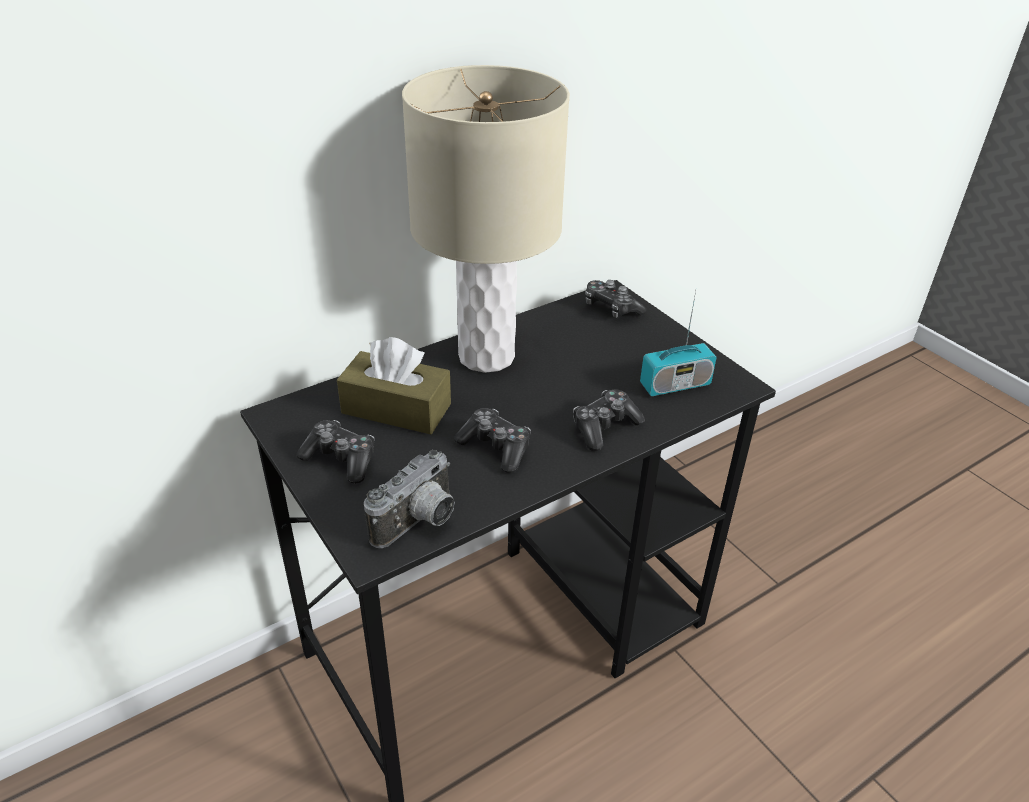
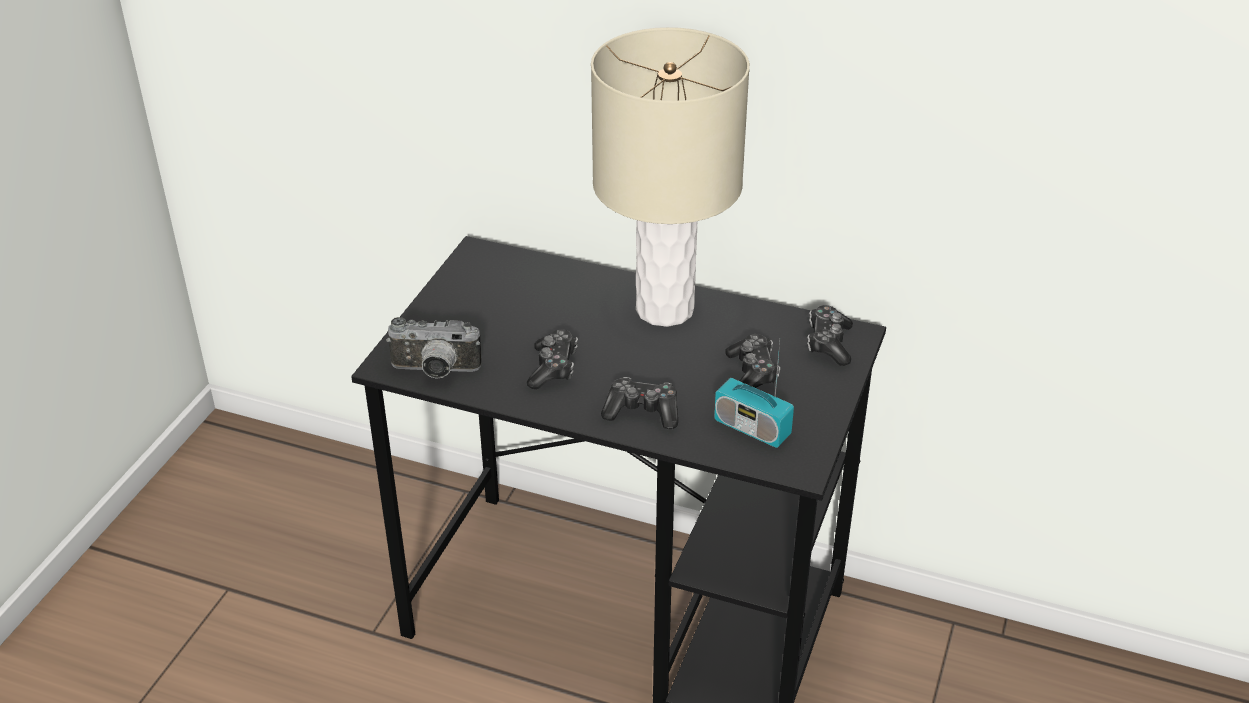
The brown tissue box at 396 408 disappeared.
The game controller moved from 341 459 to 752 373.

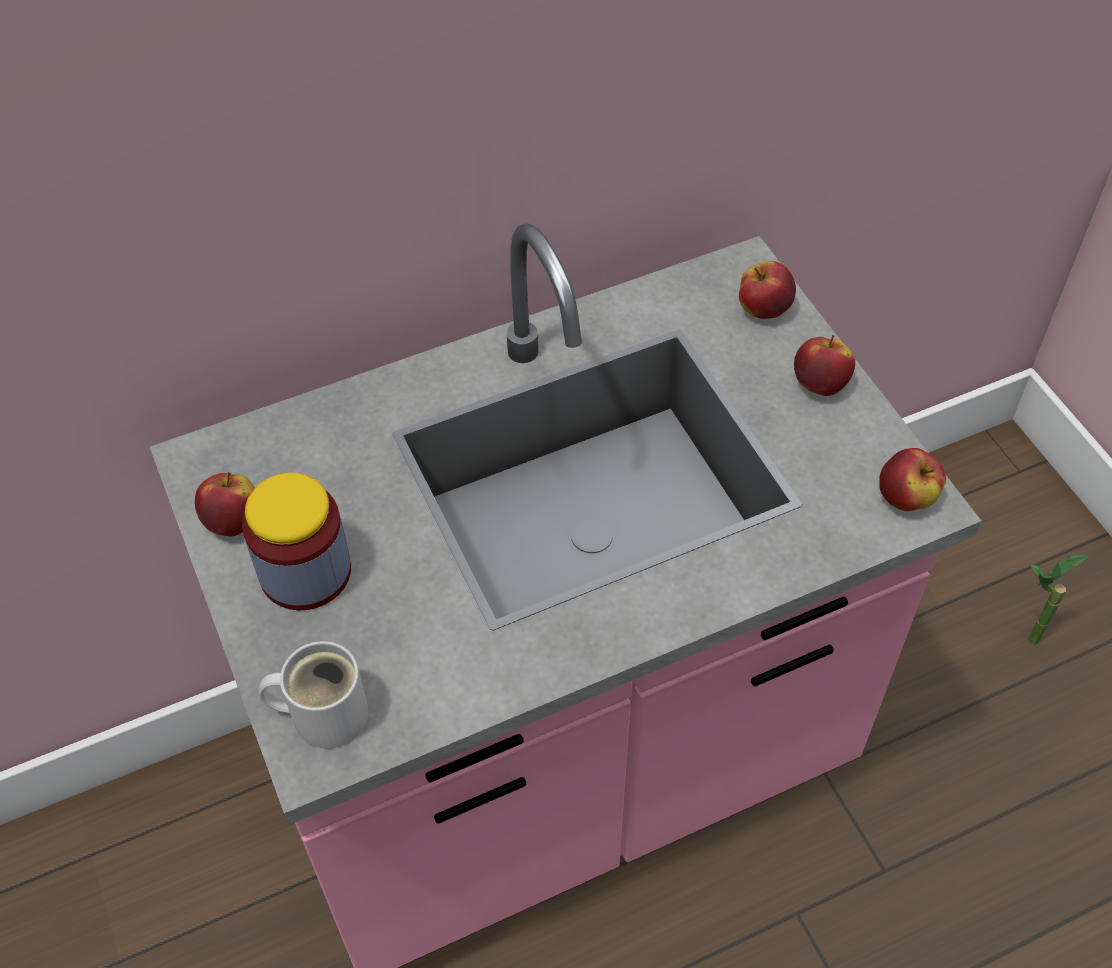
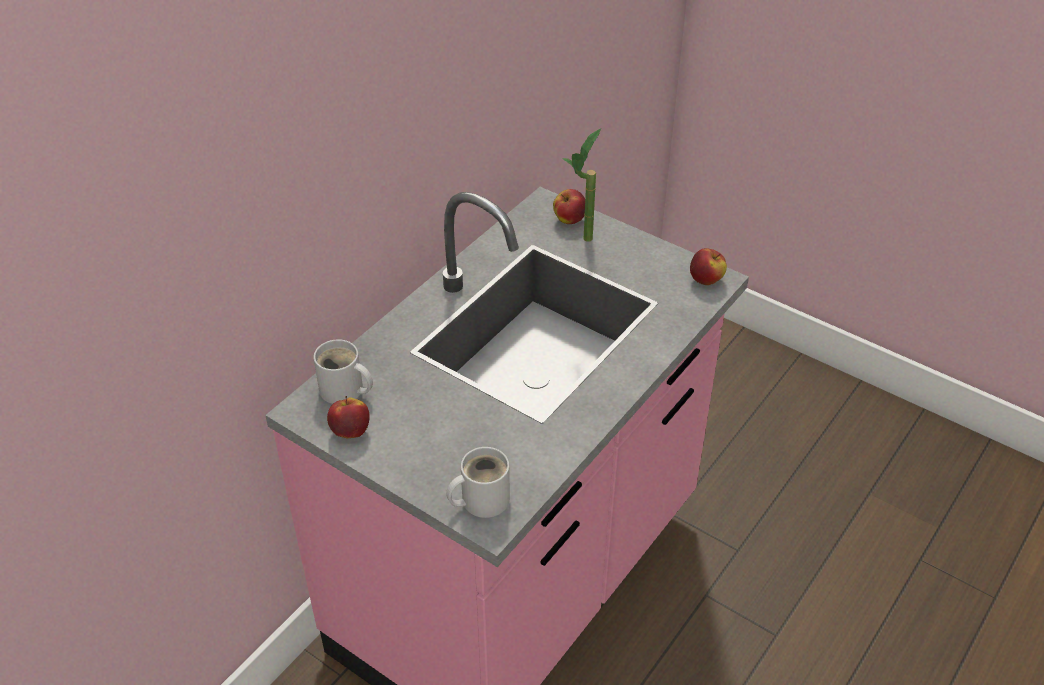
The apple at 820 384 disappeared.
The jar at 305 572 disappeared.
The potted plant moved from 1022 642 to 581 243.
The white mug at 344 391 appeared.

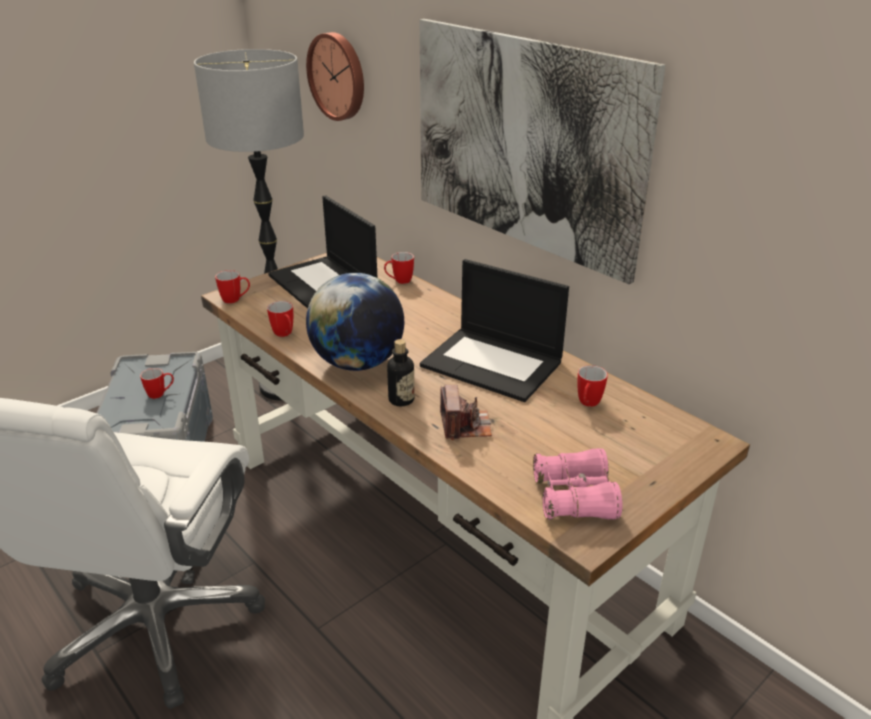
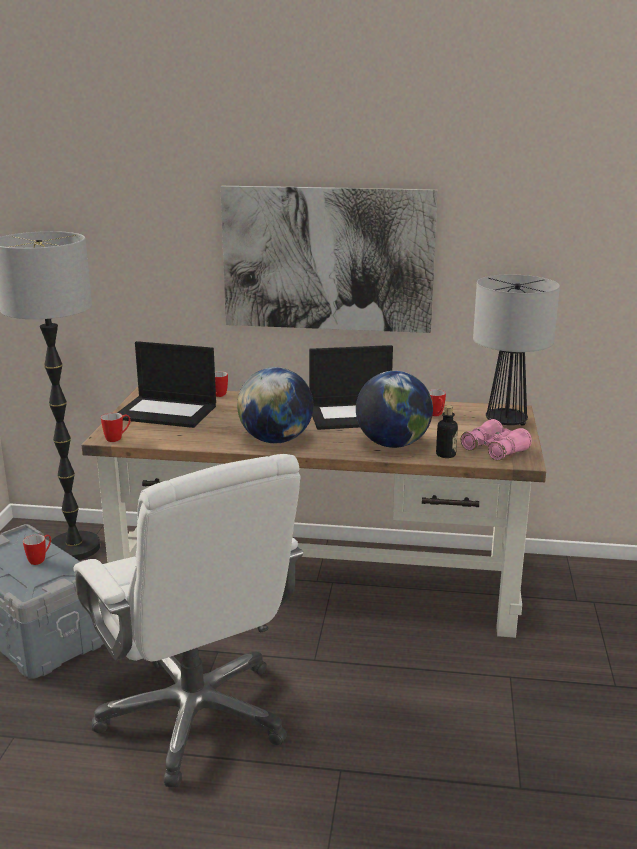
The wall clock at 338 76 disappeared.
The mug at 285 335 disappeared.
The bottle moved from 401 400 to 446 454.
The photo camera at 465 426 was replaced by the globe at 393 444.
The table lamp at 506 422 appeared.

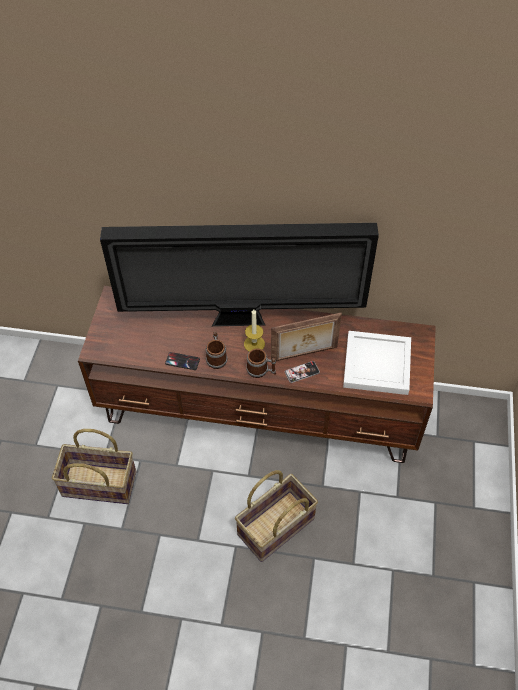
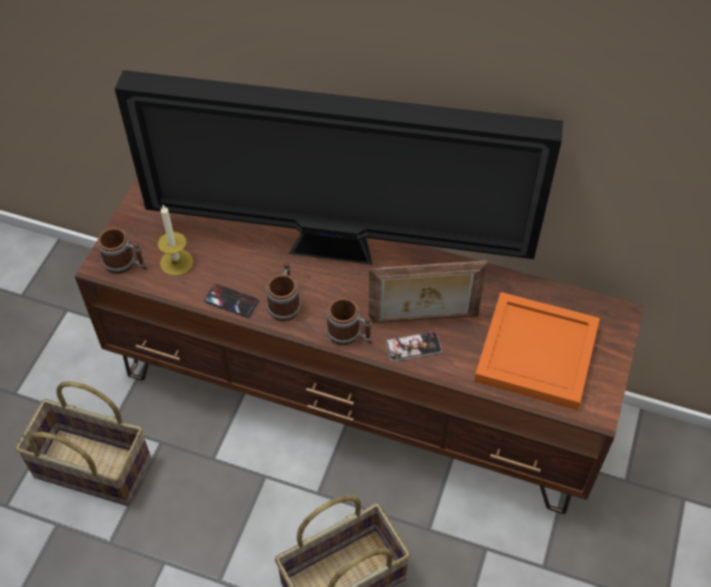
The candle moved from 254 344 to 176 262.
The white tray at 376 365 became the orange tray at 534 354.
The mug at 125 264 appeared.

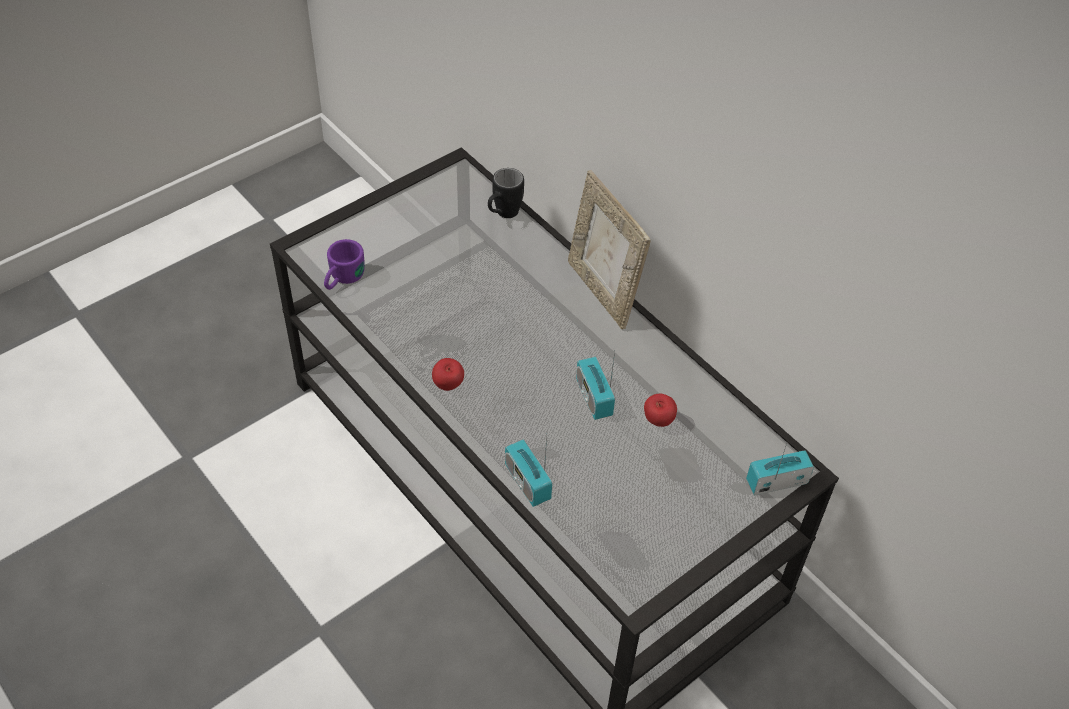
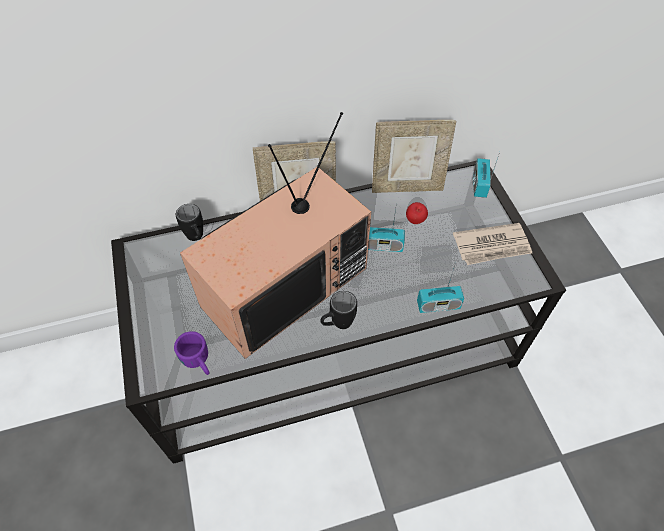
The apple at 448 386 was replaced by the black mug at 337 324.
The television at 284 284 appeared.
The picture frame at 407 187 appeared.
The newspaper at 492 246 appeared.

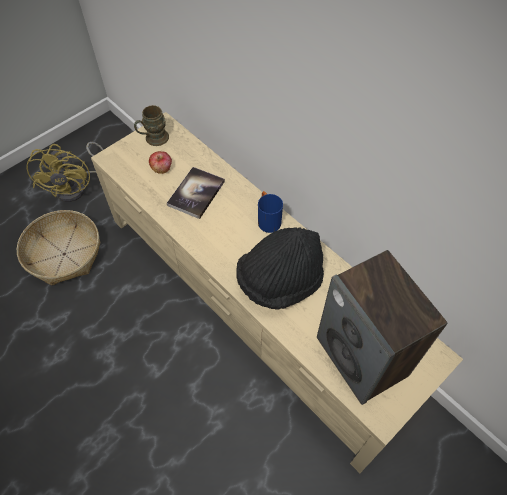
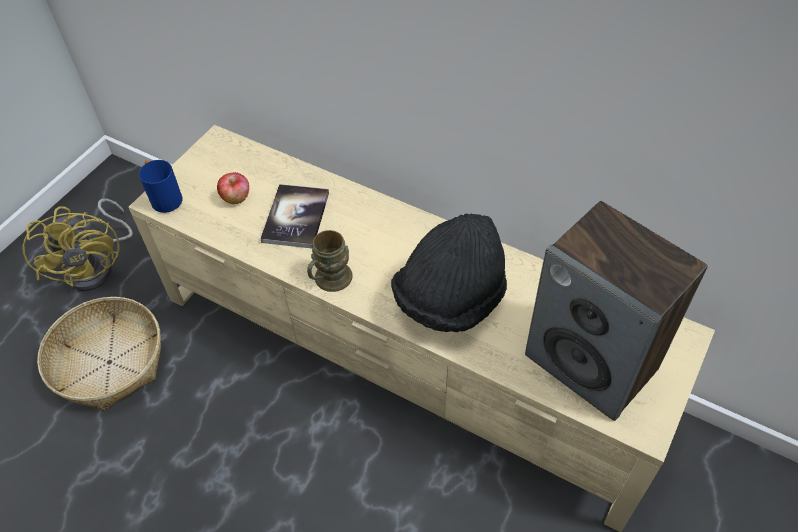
The brown mug moved from 153 139 to 329 282.
The blue mug moved from 267 219 to 164 198.

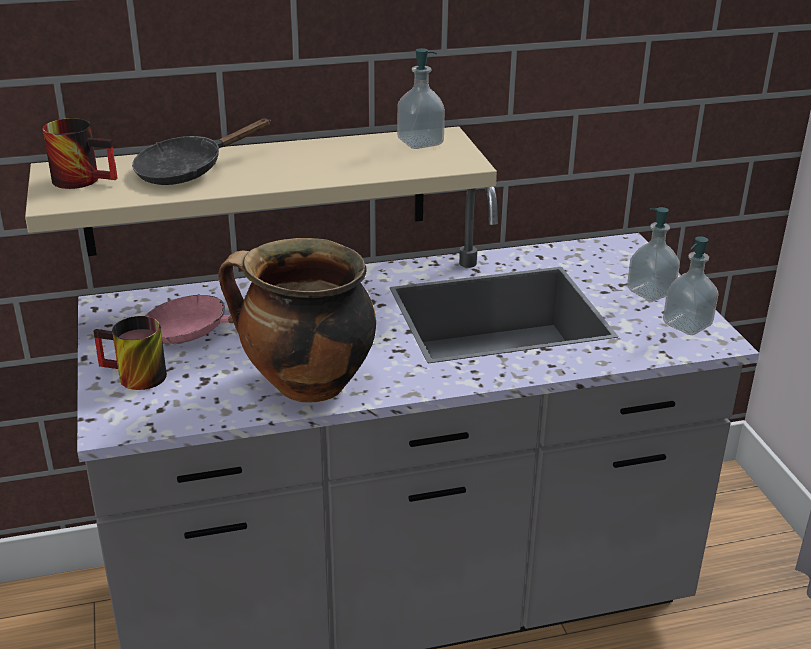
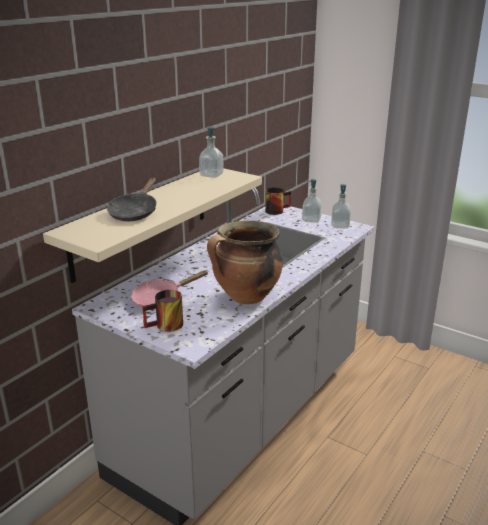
The mug moved from 85 178 to 276 210.

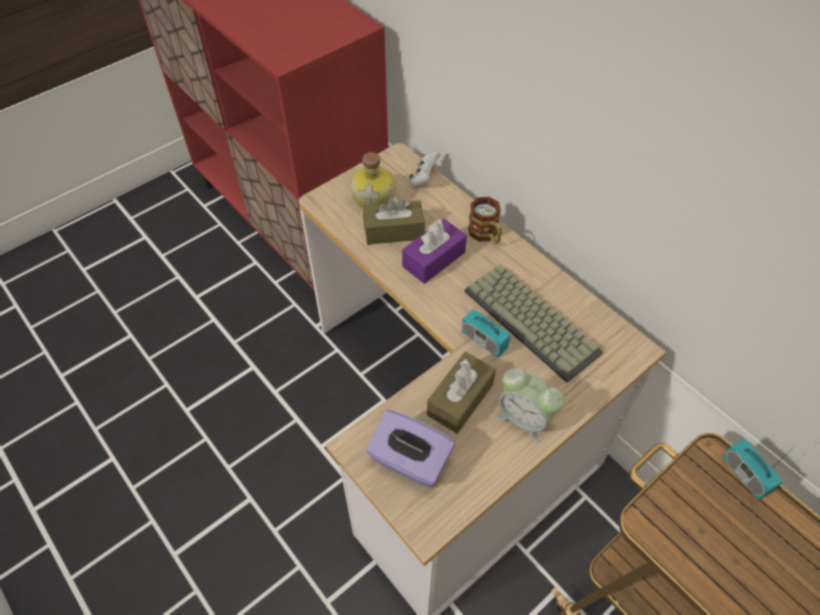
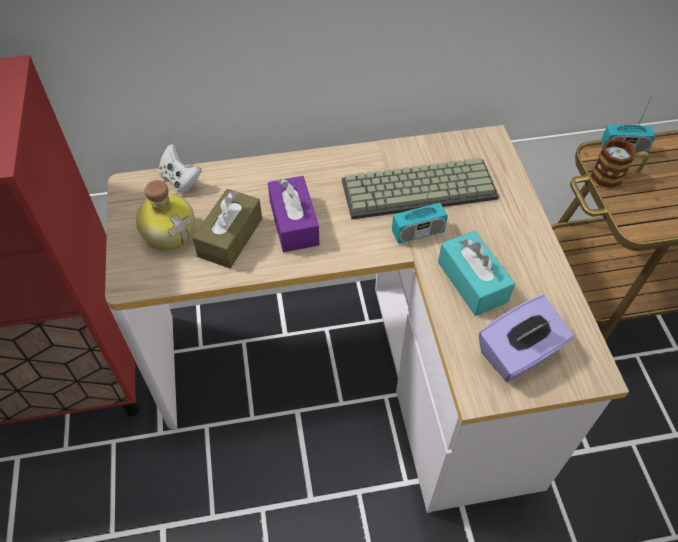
The mug moved from 486 235 to 614 176.
The brown tissue box at 460 399 became the turquoise tissue box at 472 282.
The alarm clock at 524 419 disappeared.

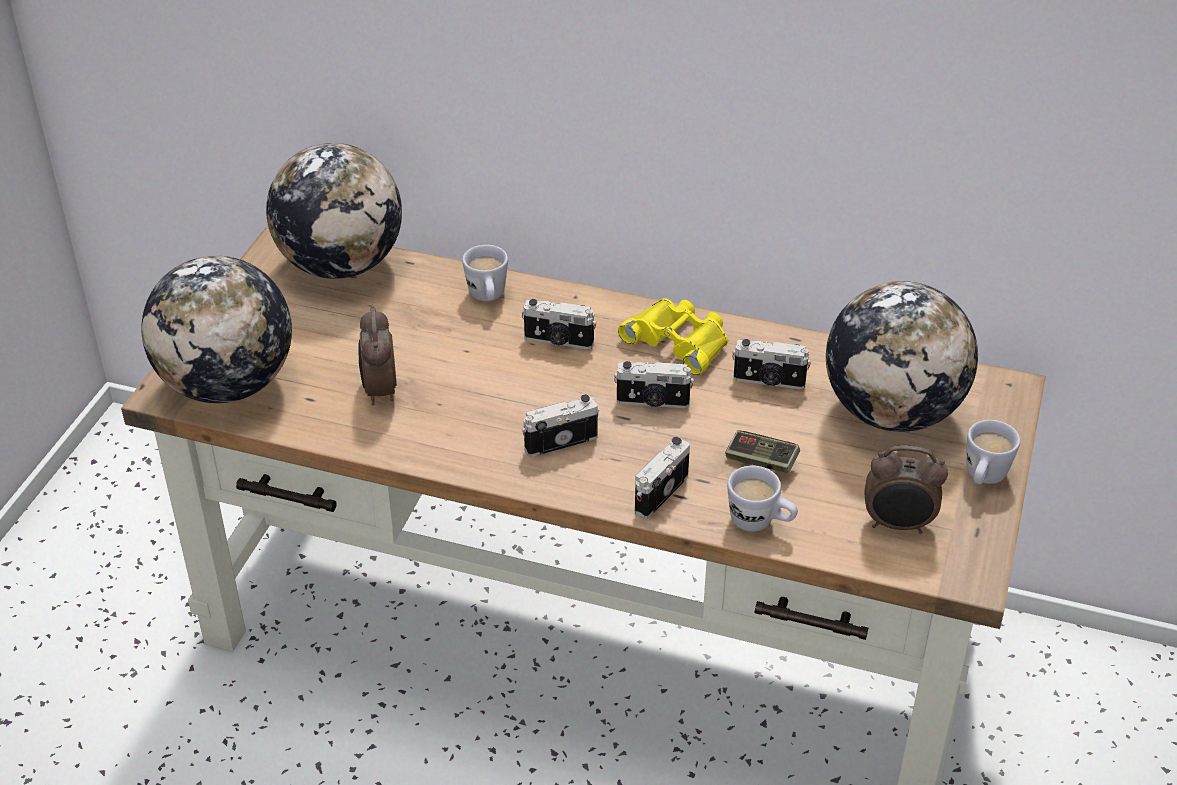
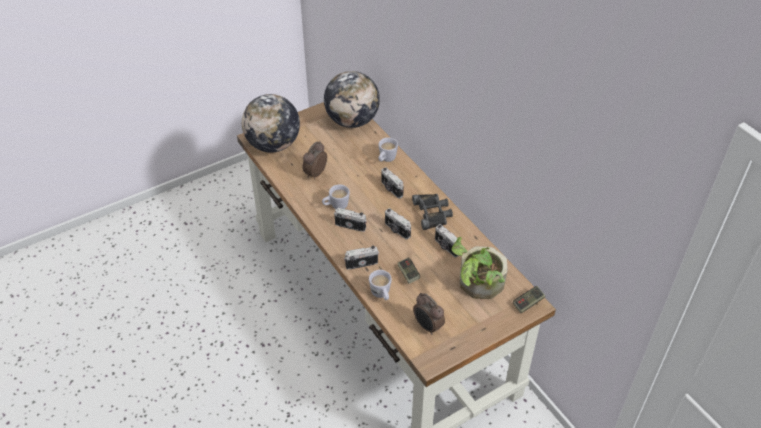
The globe at 892 412 was replaced by the potted plant at 477 286.
The yellow binoculars at 679 341 became the black binoculars at 432 213.
The white mug moved from 983 478 to 336 206.
The game controller at 528 303 appeared.

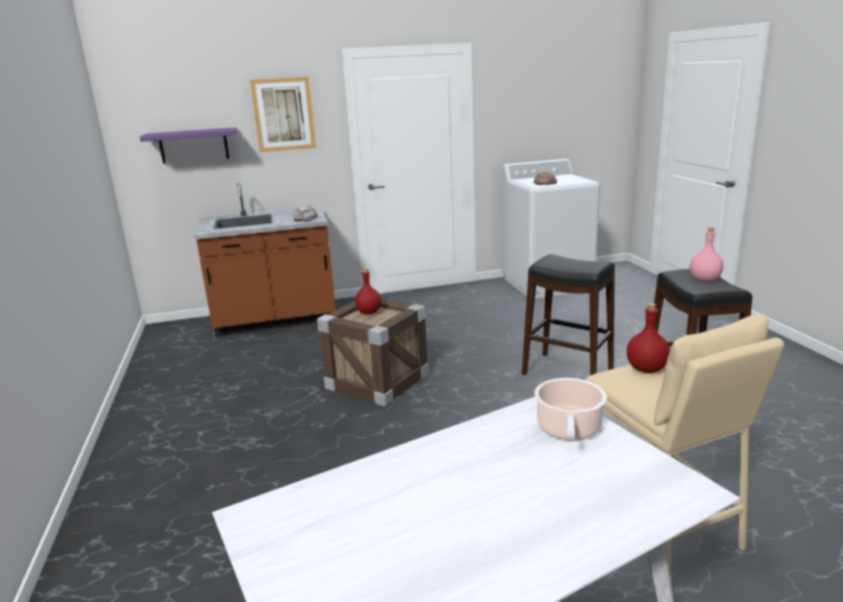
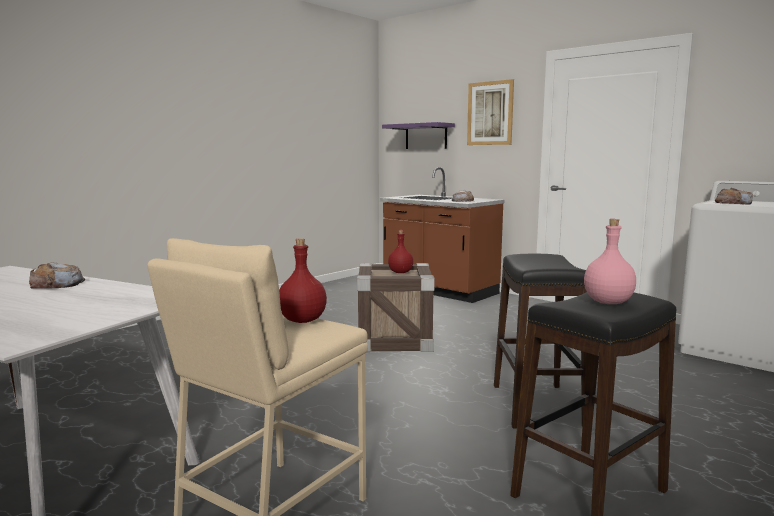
The cooking pot at 568 430 disappeared.
The bread at 57 284 appeared.

